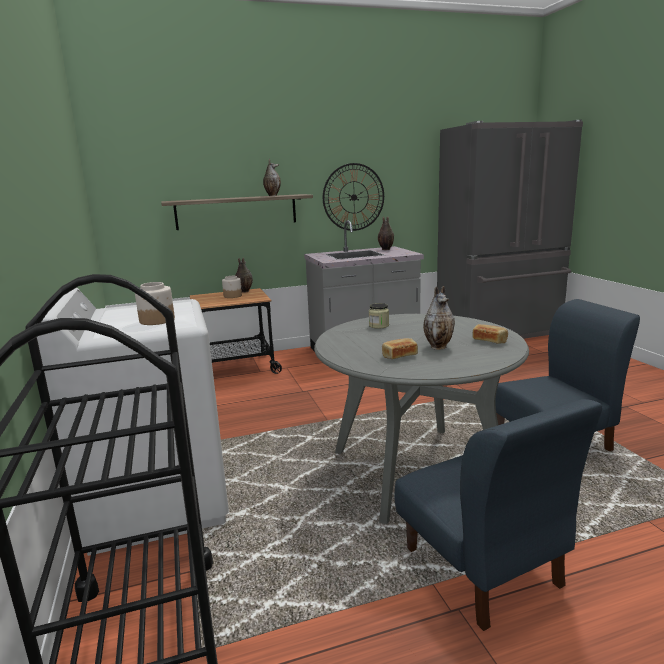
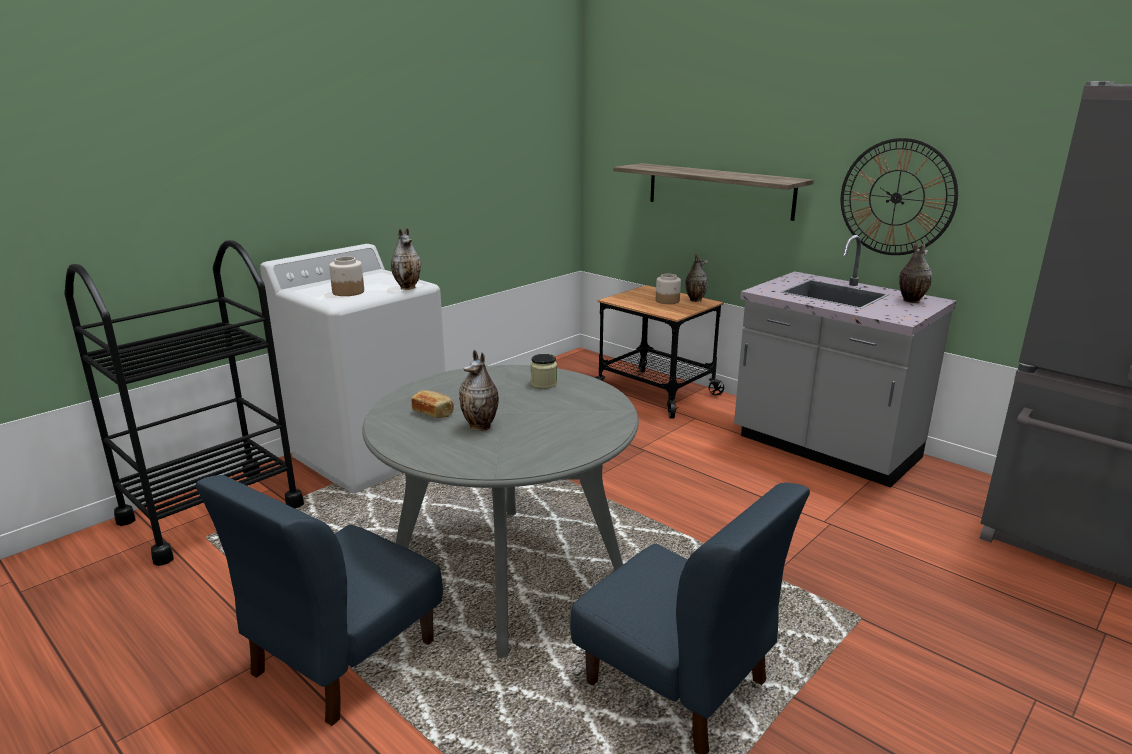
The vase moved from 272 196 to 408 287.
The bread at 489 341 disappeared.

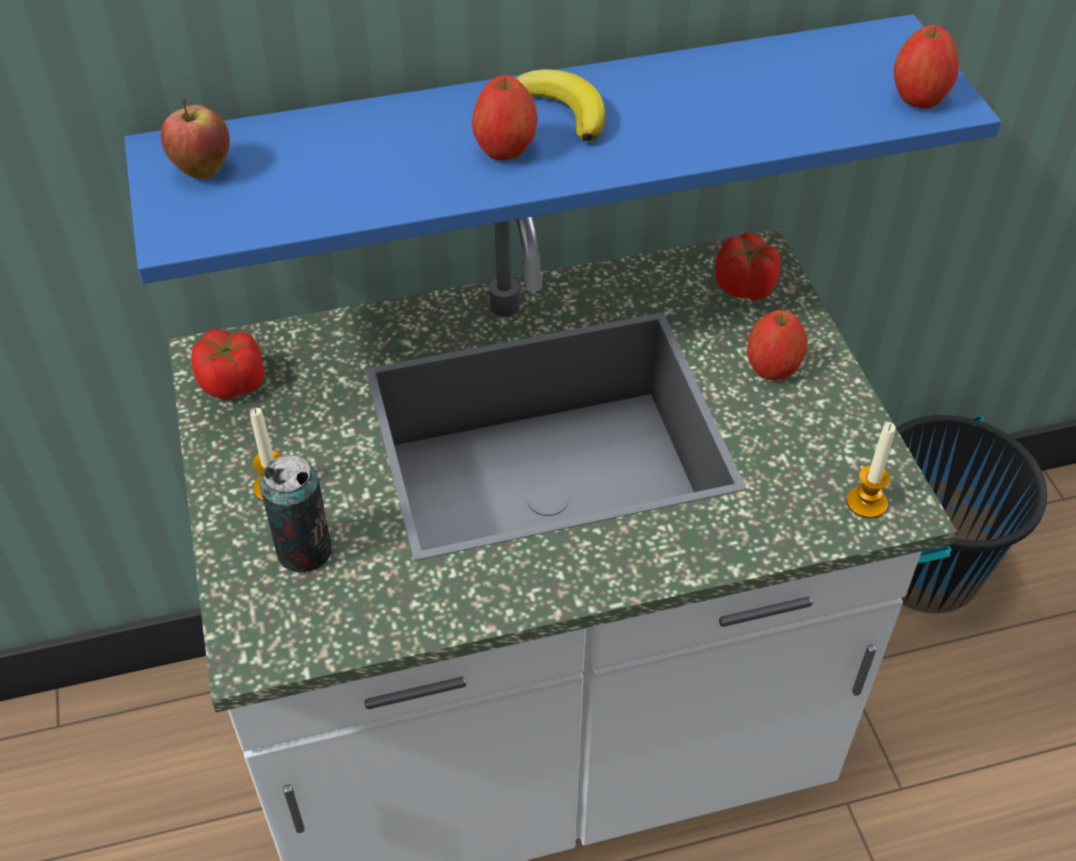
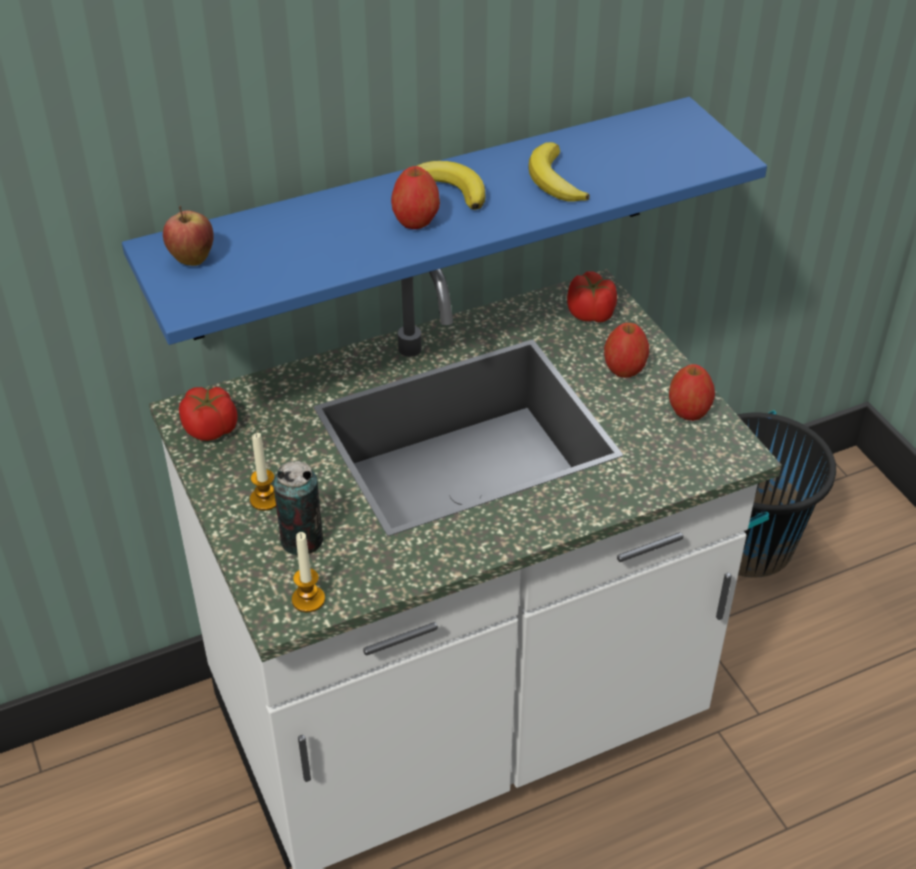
The apple moved from 918 98 to 688 412.
The candle moved from 866 503 to 308 599.
The banana at 554 180 appeared.

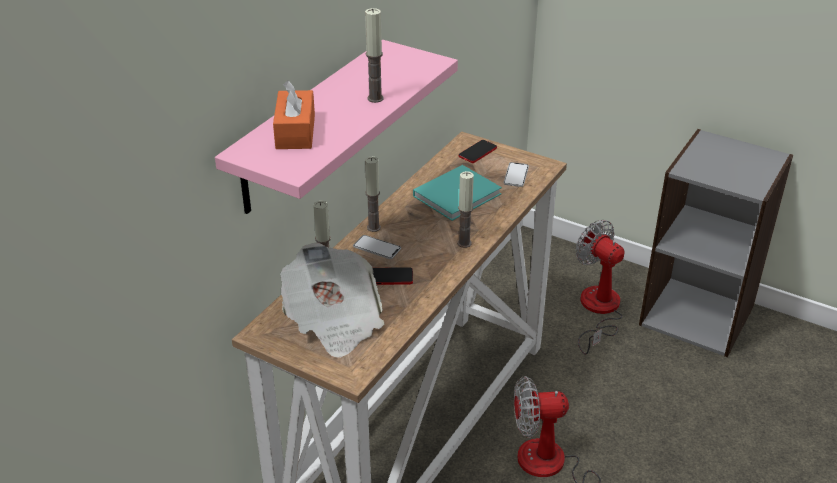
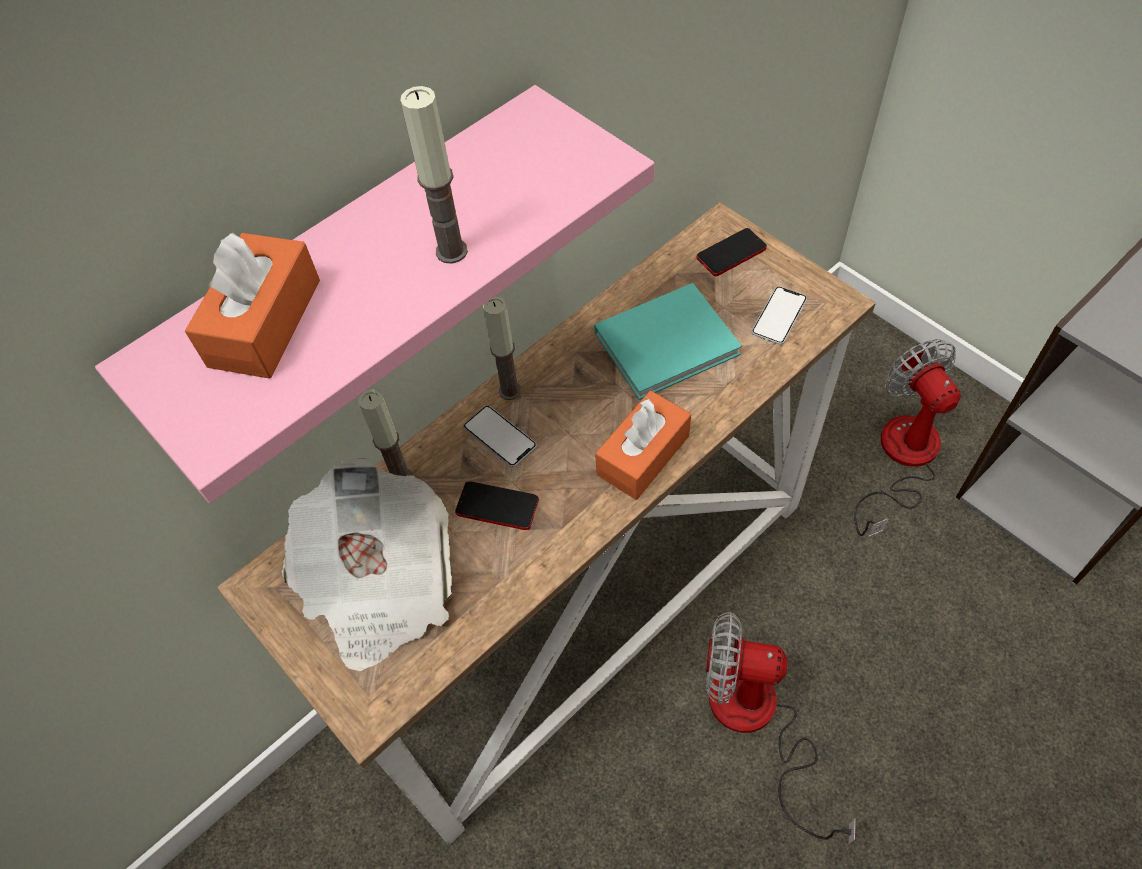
The candle at 464 243 was replaced by the orange tissue box at 643 455.

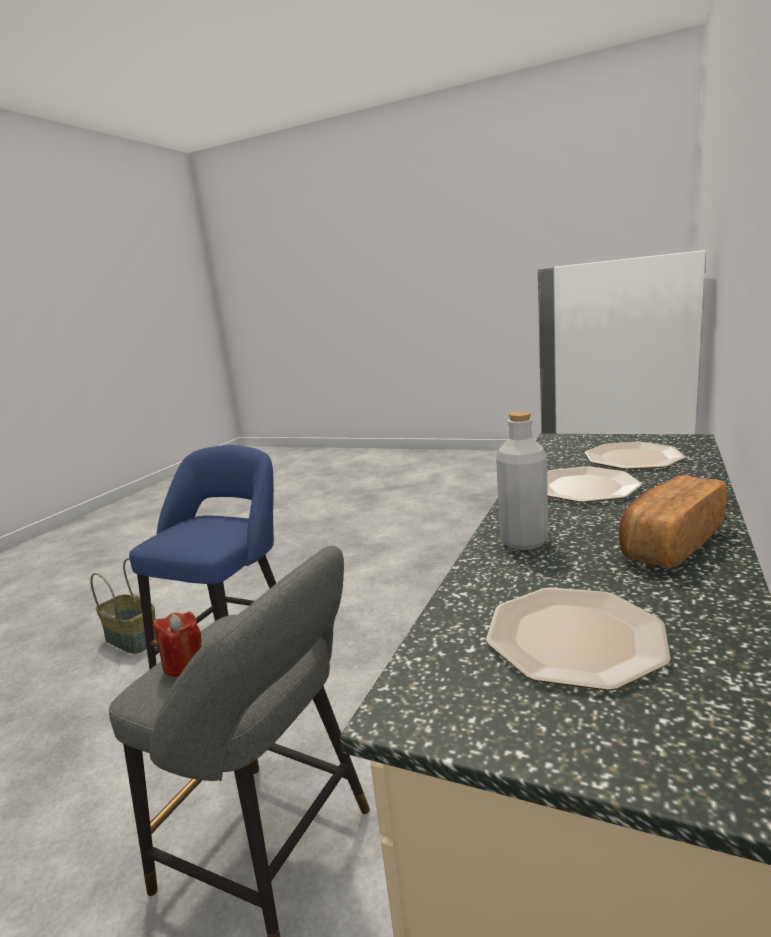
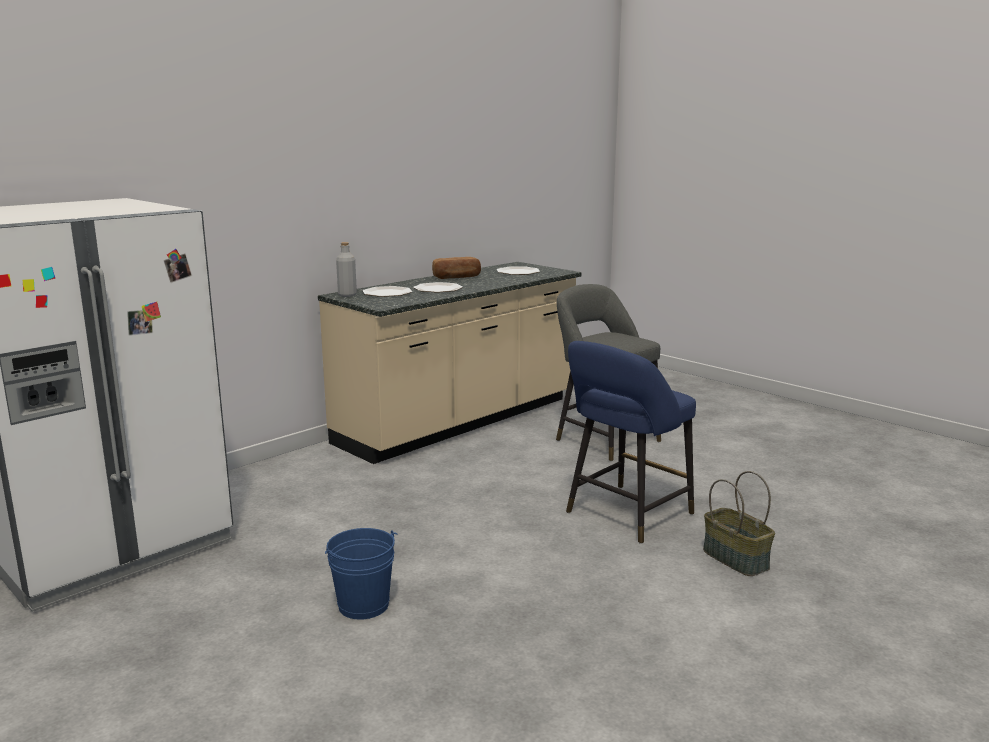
The grey bottle moved from 524 541 to 347 295.
The red candle at 184 664 disappeared.
The blue bucket at 363 605 appeared.

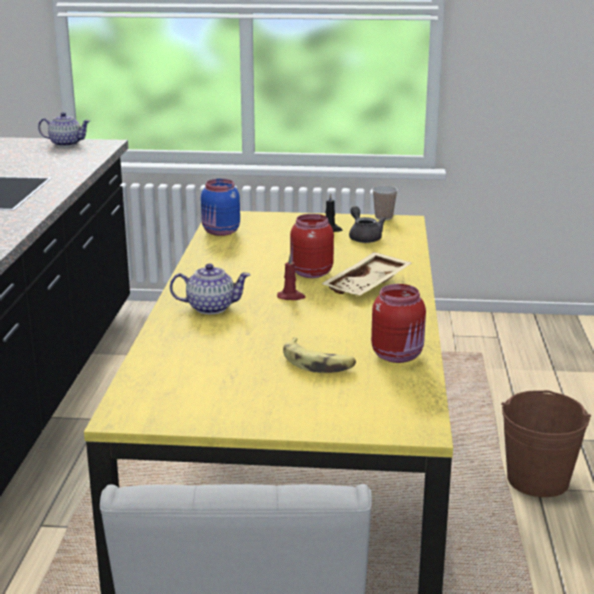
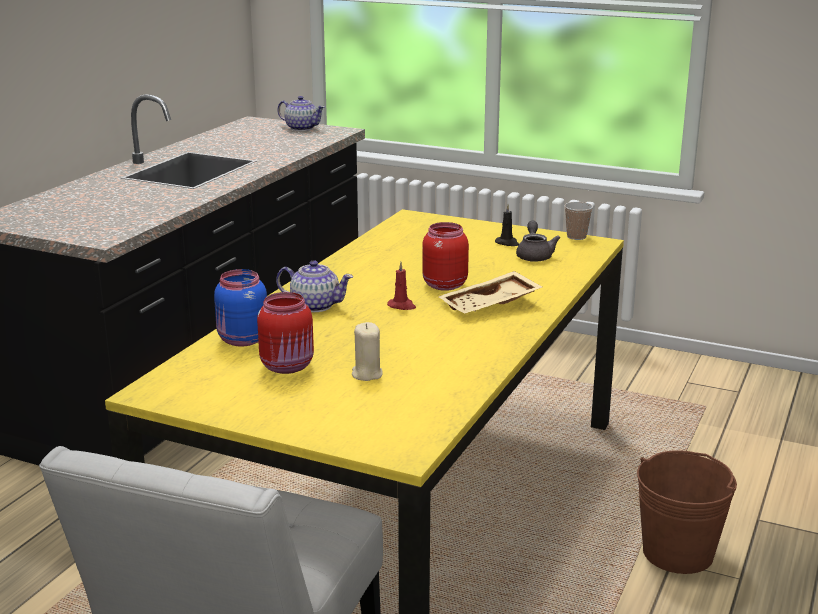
The blue jar moved from 220 232 to 242 340.
The red jar moved from 398 355 to 288 366.
The banana at 318 363 was replaced by the beige candle at 366 374.

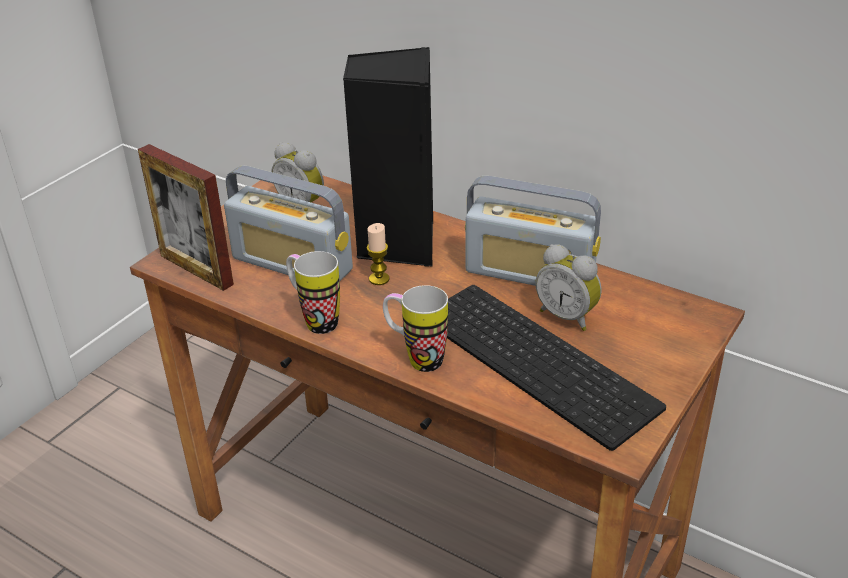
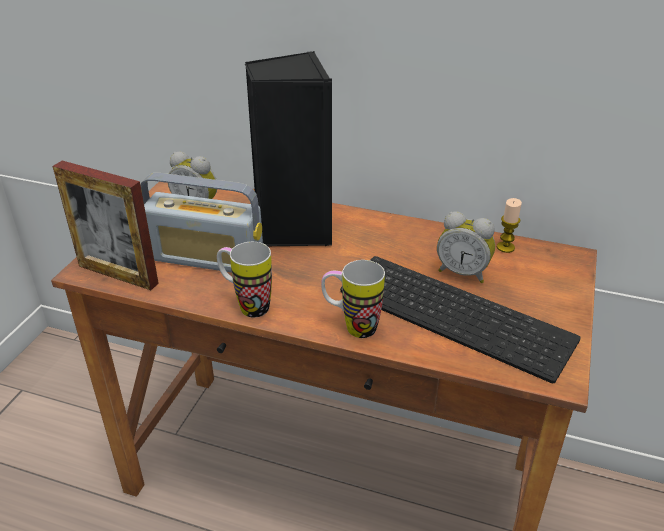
The radio at 530 273 disappeared.
The candle moved from 379 279 to 505 247.

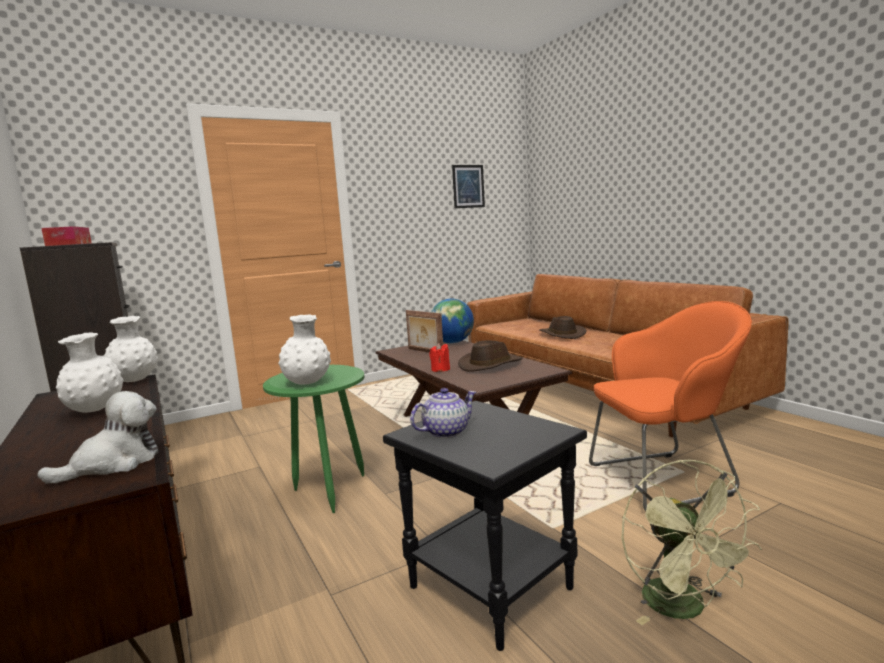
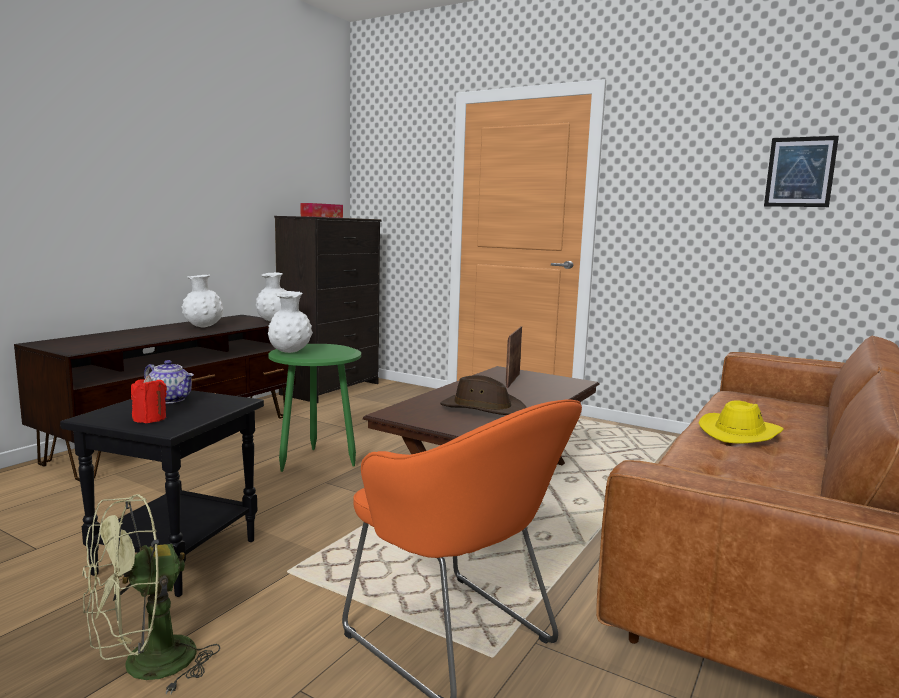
The globe at 452 342 disappeared.
The brown hat at 561 334 became the yellow hat at 740 433.
The red candle moved from 440 369 to 149 419.
The plush toy at 114 464 disappeared.

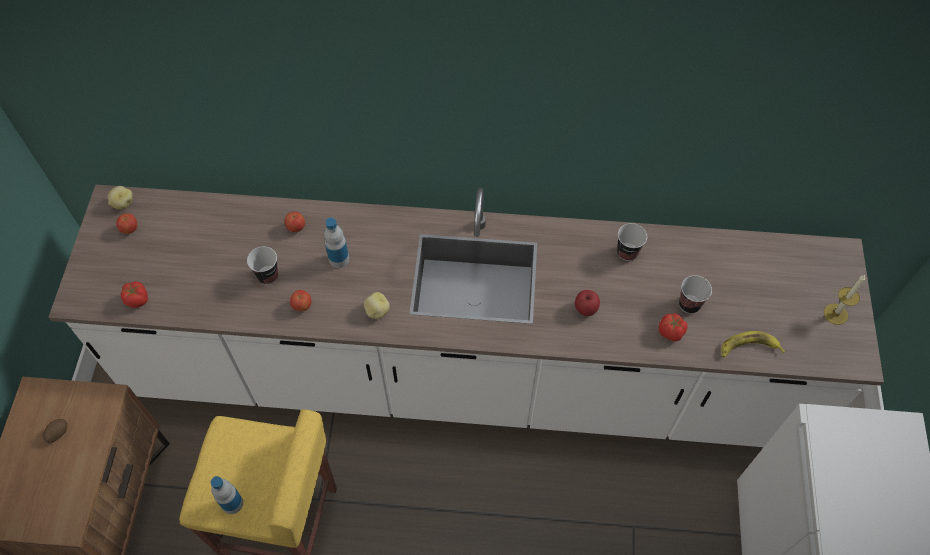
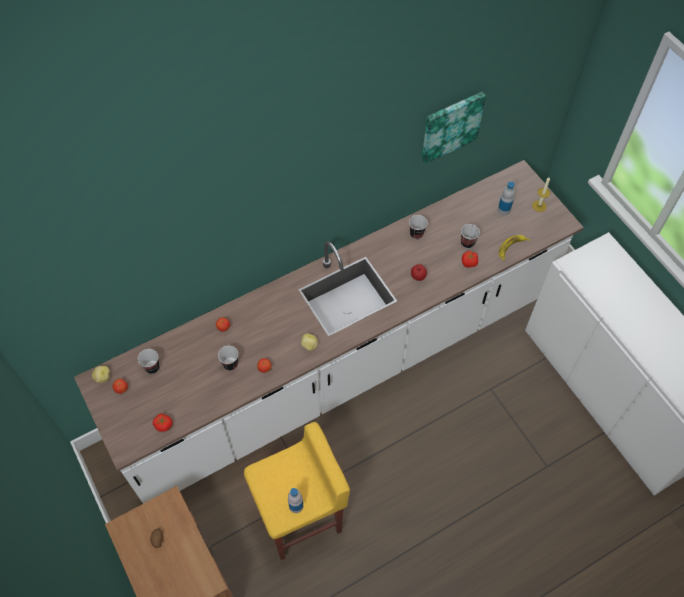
The bottle moved from 339 259 to 503 210.
The picture at 450 126 appeared.
The cup at 152 367 appeared.

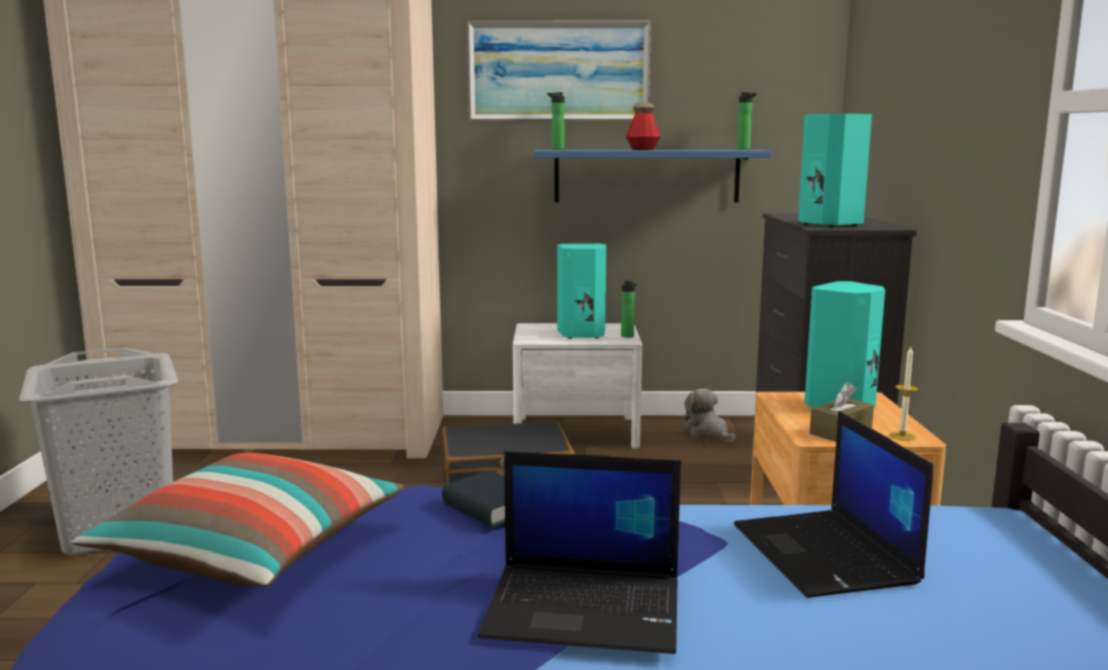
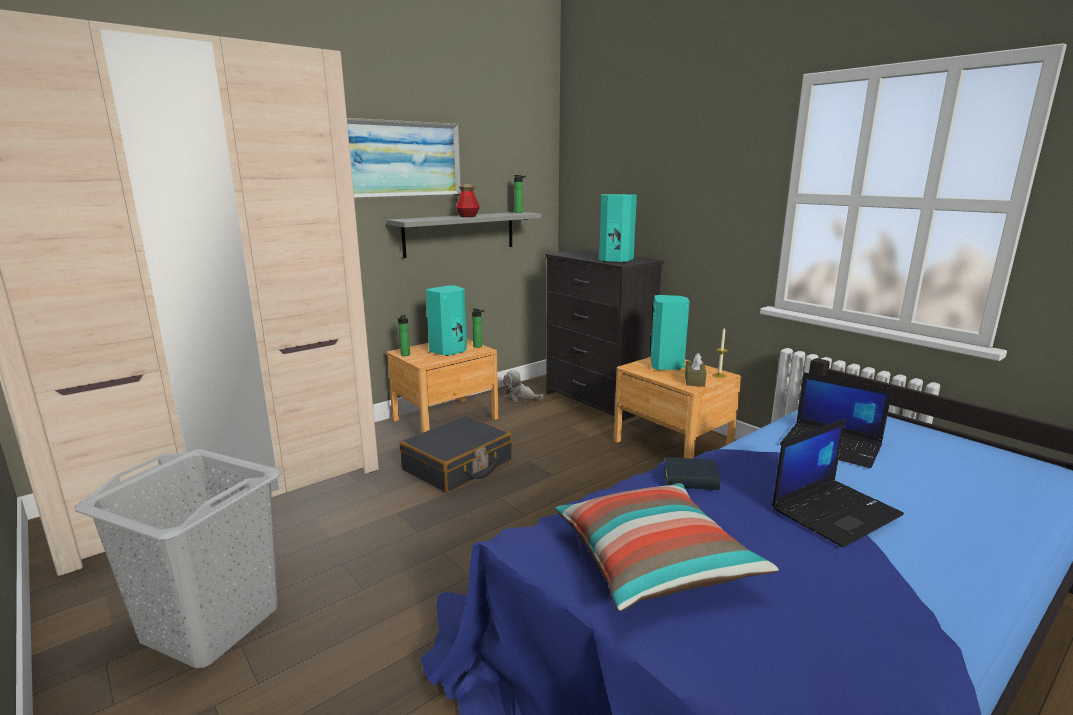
The bottle moved from 556 149 to 405 355.
The blue shelf at 646 176 became the grey shelf at 460 233.
The white nightstand at 576 432 became the brown nightstand at 445 419.

